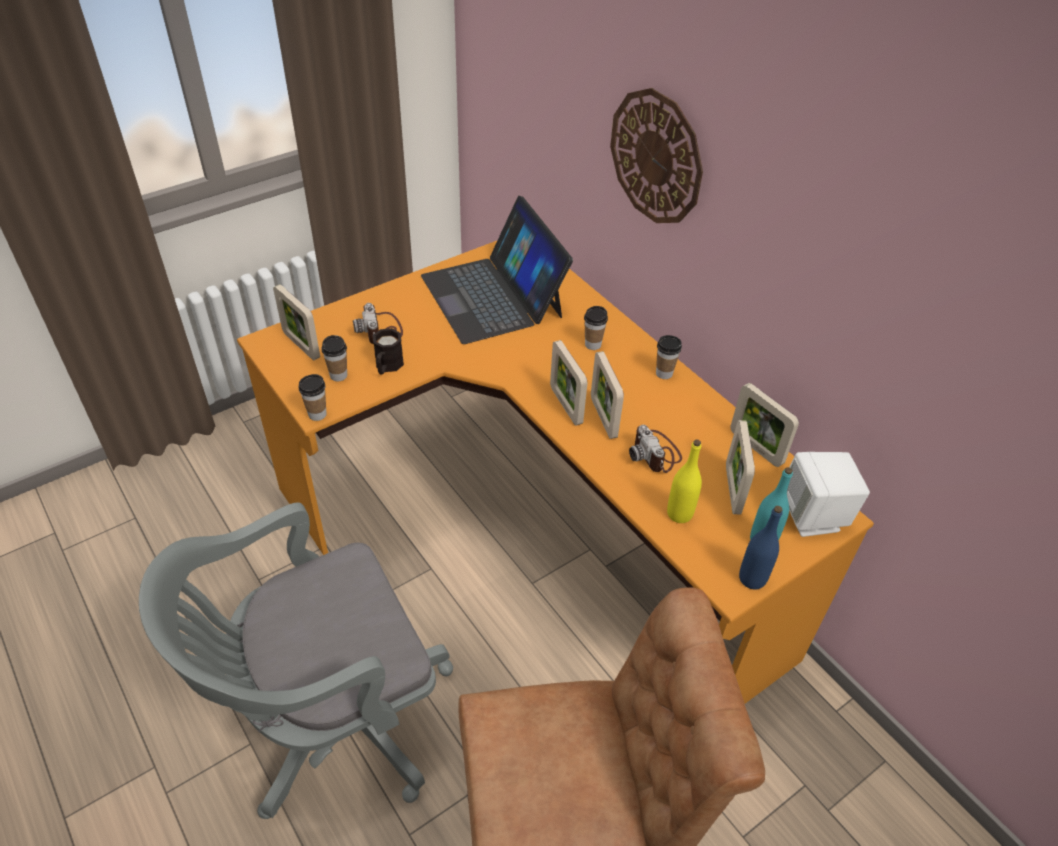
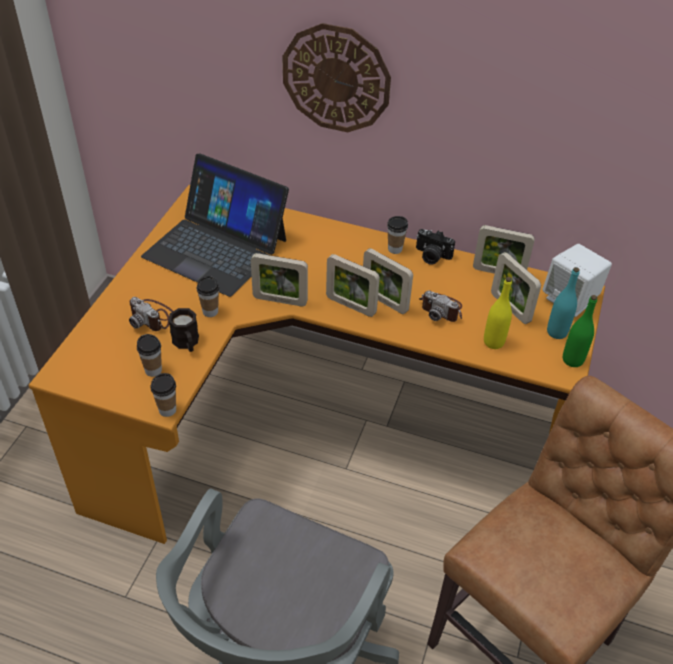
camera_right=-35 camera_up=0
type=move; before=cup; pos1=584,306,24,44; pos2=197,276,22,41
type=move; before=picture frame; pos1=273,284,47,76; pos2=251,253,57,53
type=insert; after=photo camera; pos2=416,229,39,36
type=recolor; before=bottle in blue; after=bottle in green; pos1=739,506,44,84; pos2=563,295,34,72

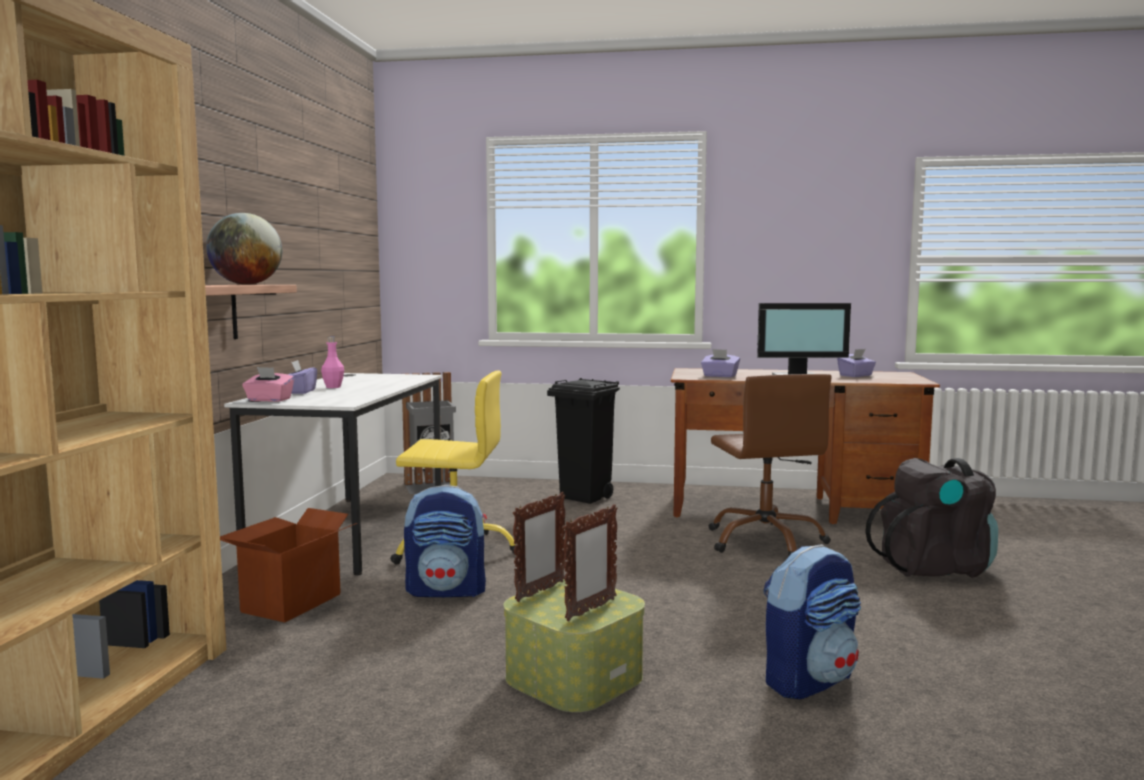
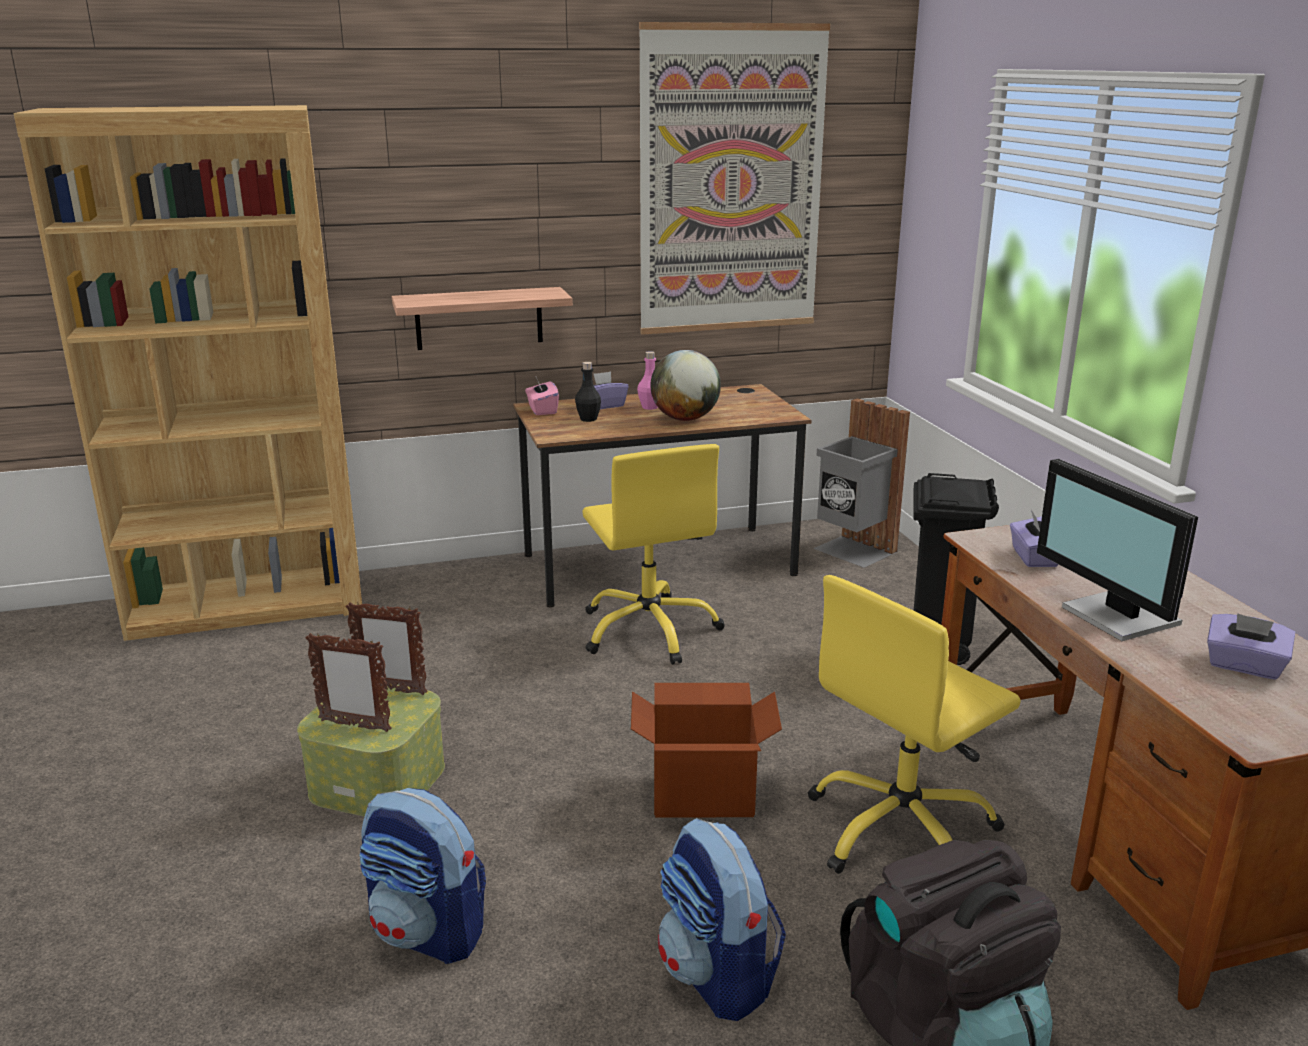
camera_right=65 camera_up=15
type=recolor; before=desk in white; after=desk in brown; pos1=224,373,219,202; pos2=513,384,299,223
type=insert; after=bottle in black; pos2=575,362,26,60
type=move; before=cardboard box; pos1=220,508,137,114; pos2=631,683,151,134
type=insert; after=picture; pos2=639,22,191,313
type=move; before=globe; pos1=206,213,76,72; pos2=650,350,71,71
type=move; before=backpack; pos1=404,485,83,112; pos2=658,818,128,203
type=recolor; before=office chair in brown; after=office chair in yellow; pos1=709,374,122,183; pos2=808,575,213,299

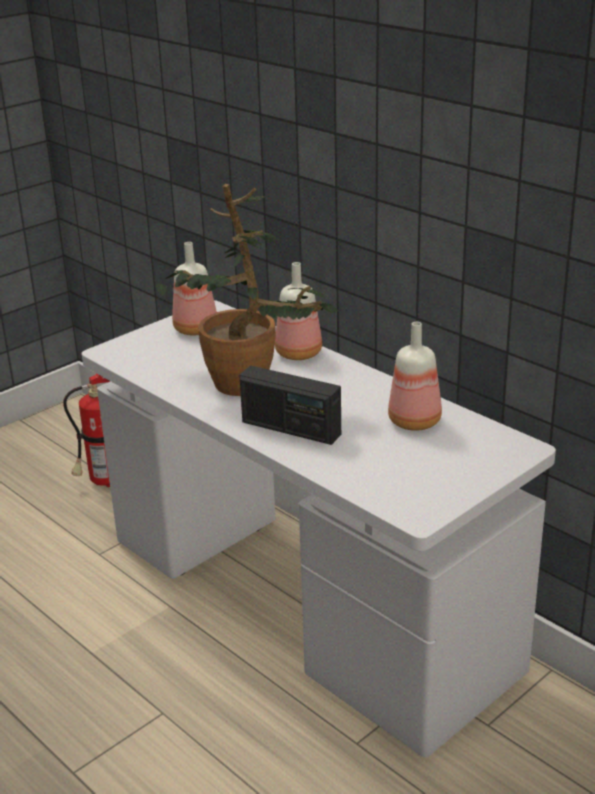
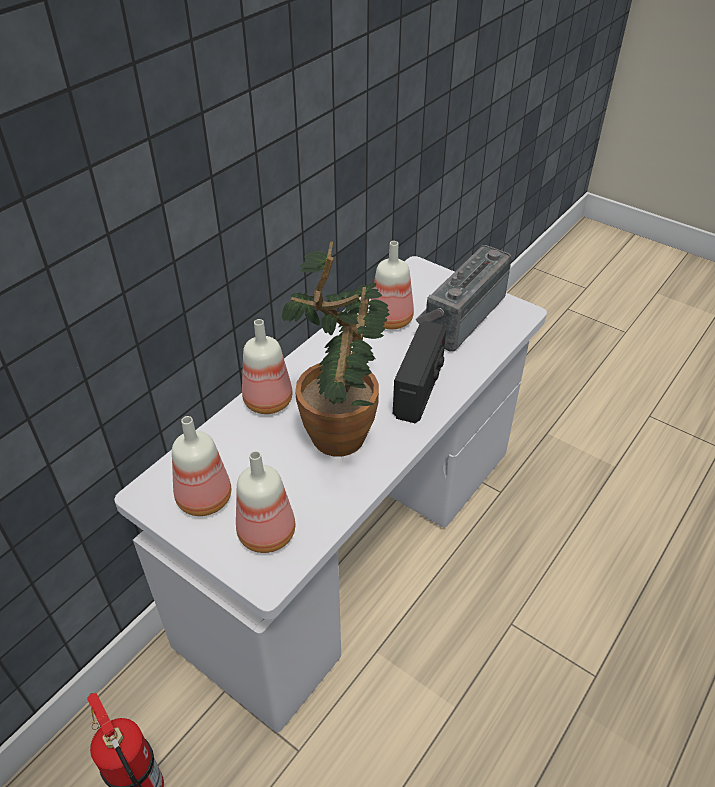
camera_right=-100 camera_up=15
type=insert; after=bottle; pos2=236,451,59,102
type=insert; after=radio; pos2=416,245,96,107

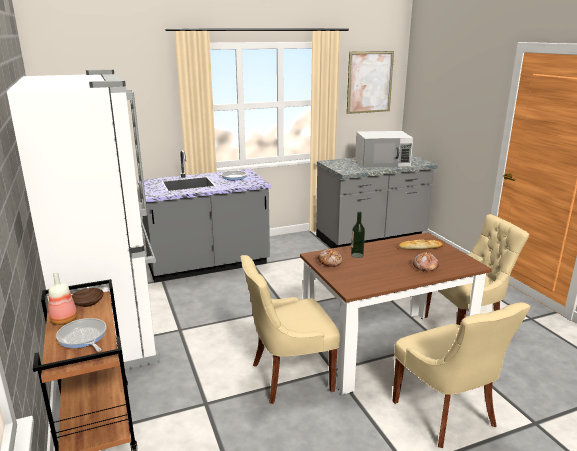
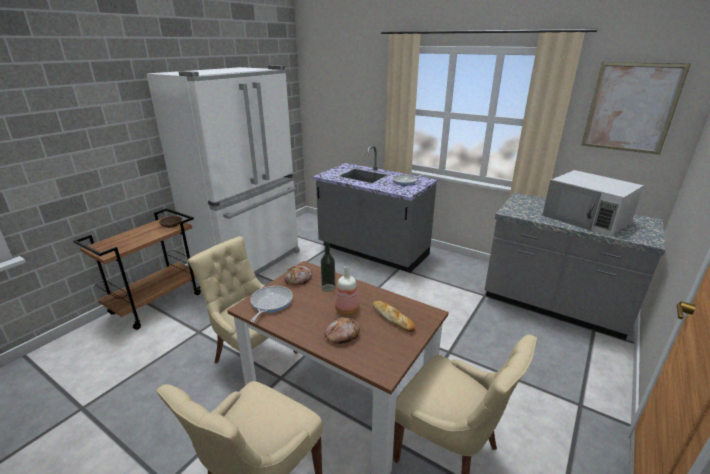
camera_right=55 camera_up=5
type=move; before=frying pan; pos1=56,318,51,34; pos2=250,286,43,36
type=move; before=bottle; pos1=48,272,29,53; pos2=335,266,25,49

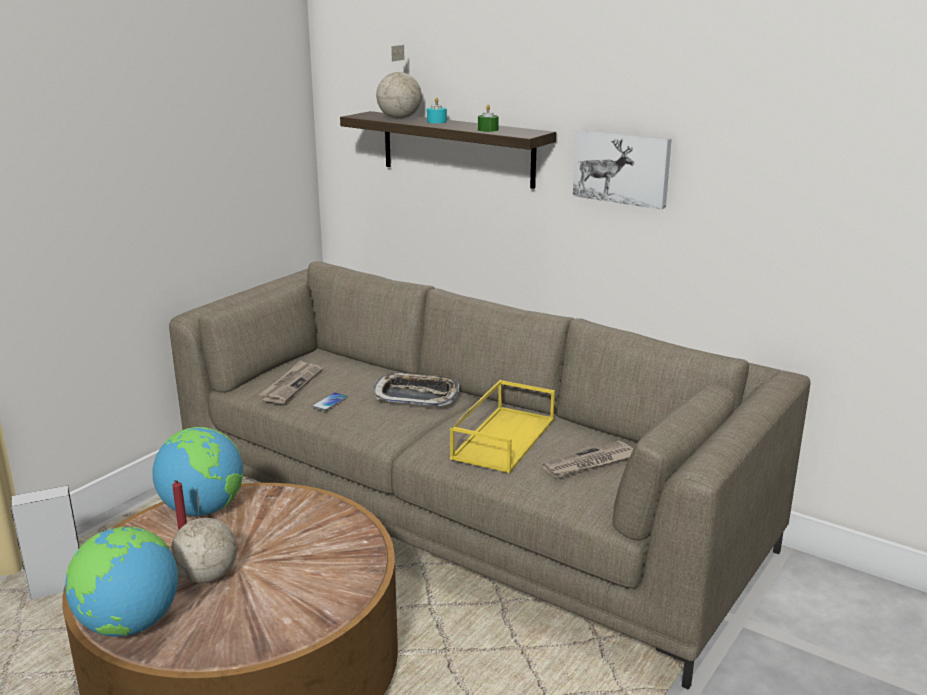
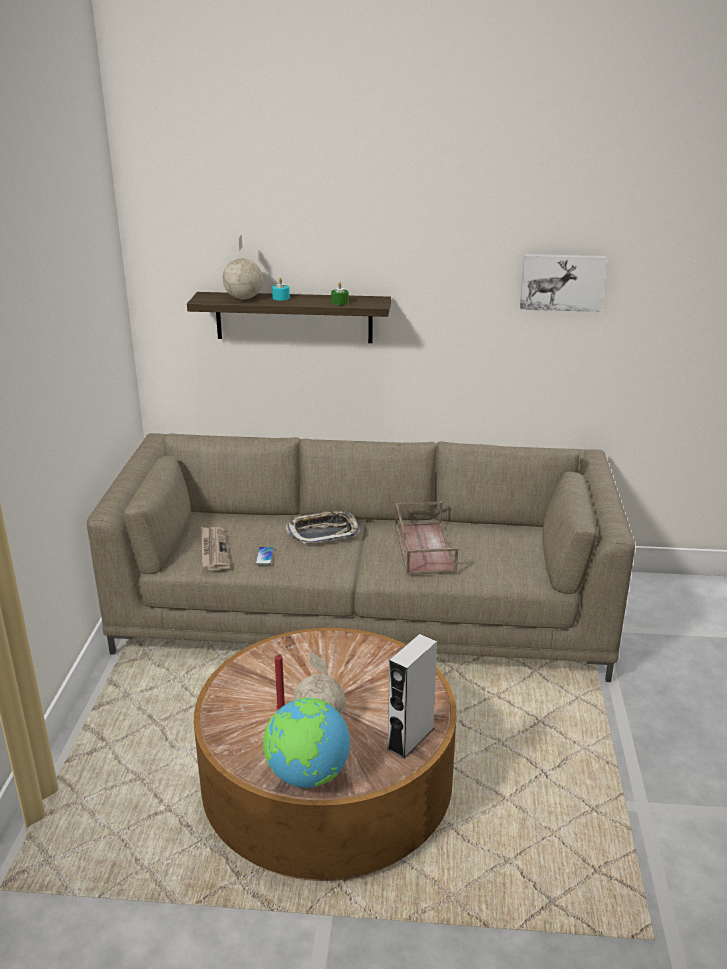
camera_right=-30 camera_up=5
type=move; before=speaker in grey; pos1=11,485,69,114; pos2=387,634,50,125
type=recolor; before=tray in yellow; after=tray in brown; pos1=450,380,105,93; pos2=395,501,63,74
type=move; before=picture; pos1=573,129,99,80; pos2=520,254,87,58
type=delete; before=globe; pos1=152,427,91,89
type=delete; before=newspaper; pos1=542,440,91,39

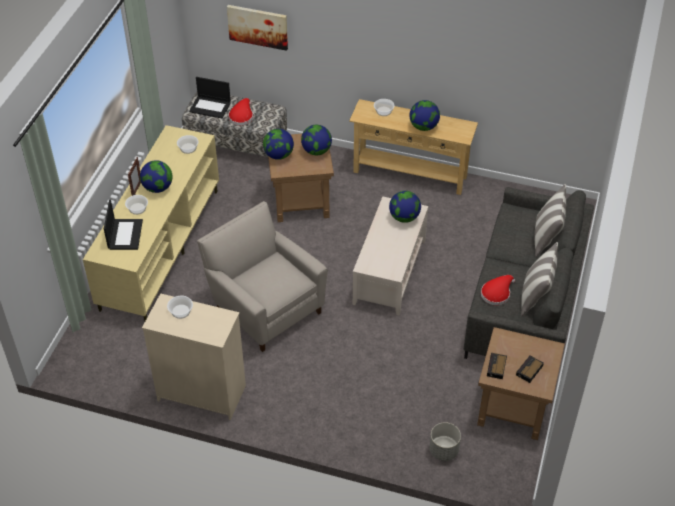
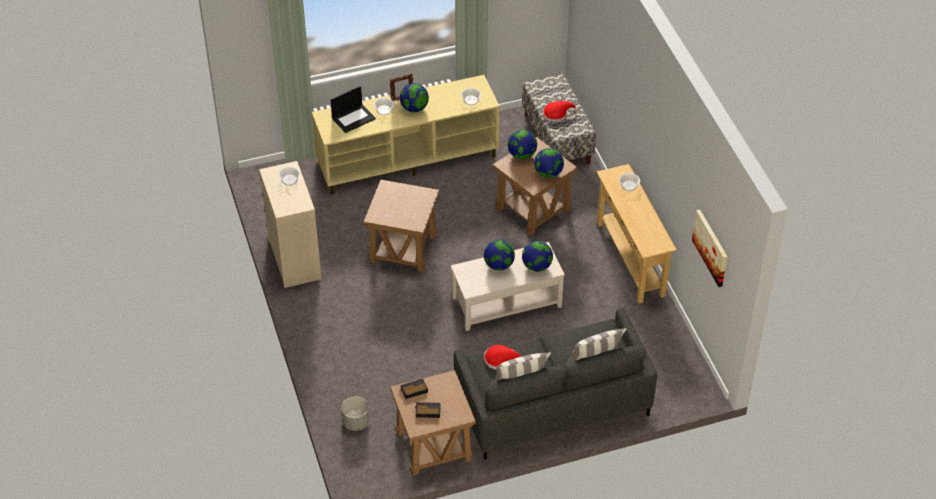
camera_right=55 camera_up=0
type=replace; before=armchair in beige; after=side table in brown; pos1=197,201,131,151; pos2=364,180,75,92
type=move; before=globe; pos1=410,100,30,31; pos2=484,240,31,31
type=move; before=picture; pos1=227,5,61,46; pos2=692,210,36,77
type=delete; before=laptop; pos1=189,77,42,41

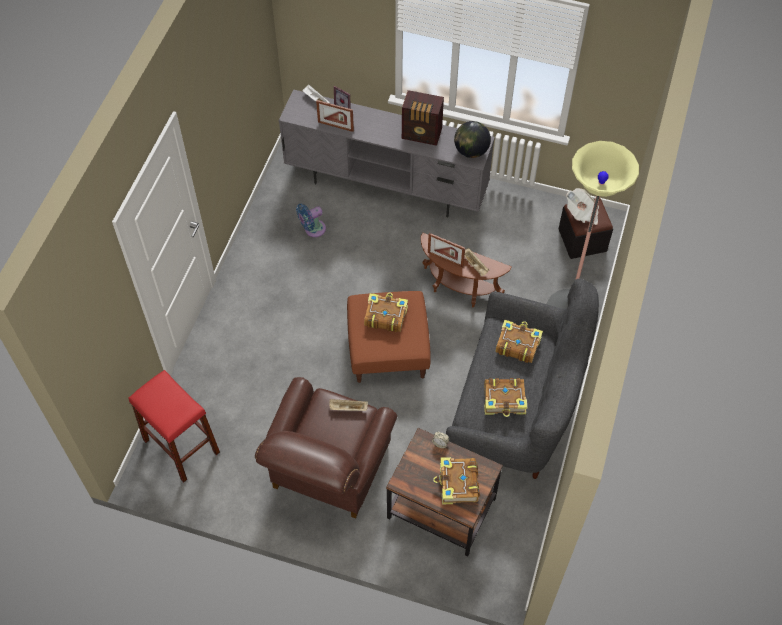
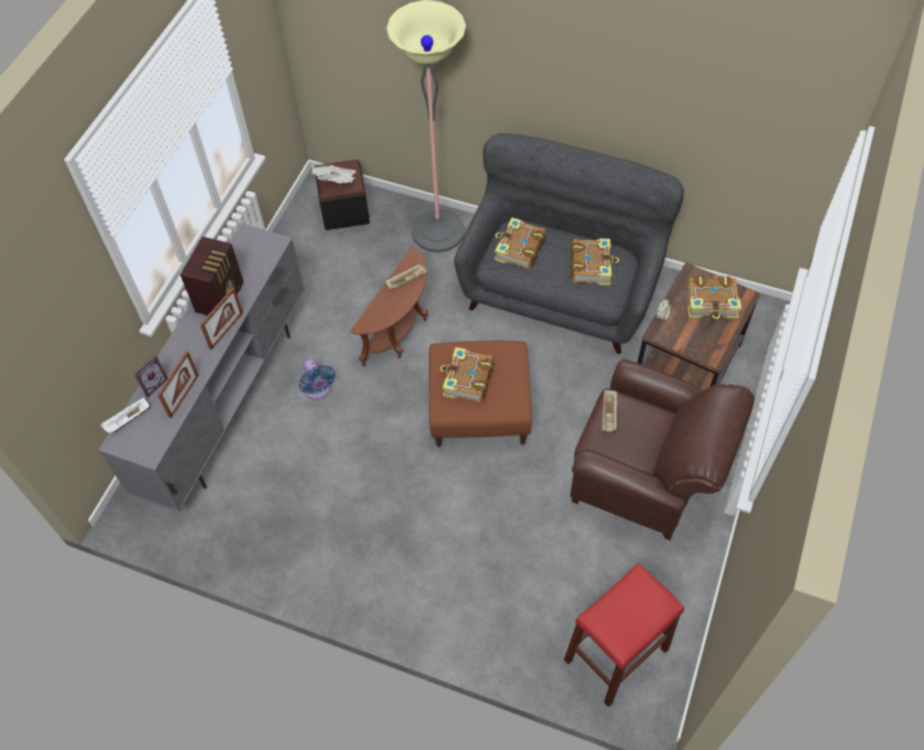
camera_right=-85 camera_up=0
type=move; before=picture frame; pos1=428,233,37,35; pos2=200,287,43,63
type=move; before=fan in blue; pos1=296,204,30,33; pos2=299,359,37,41
type=delete; before=globe; pos1=454,121,37,37

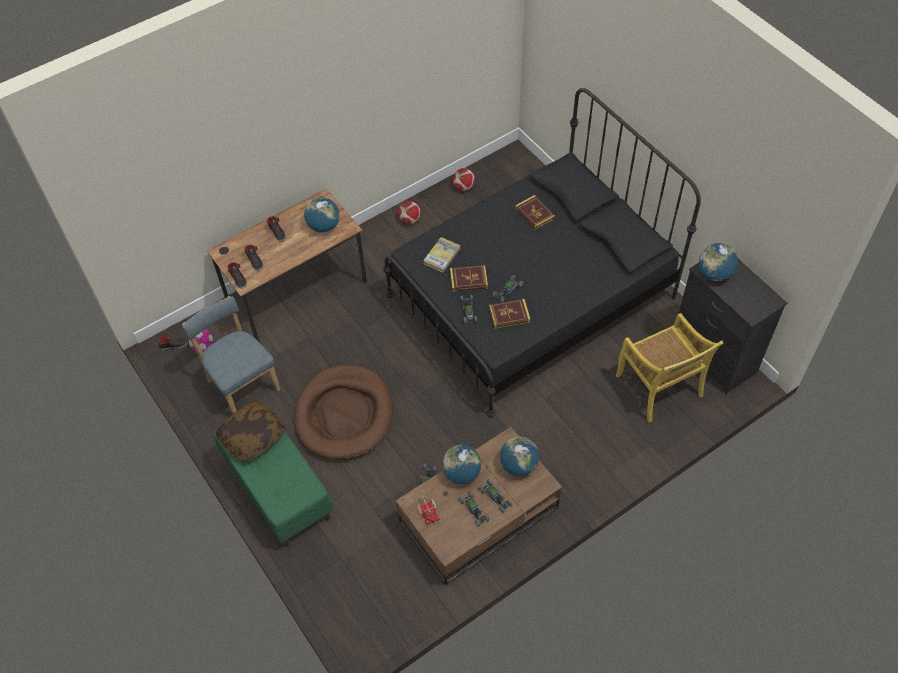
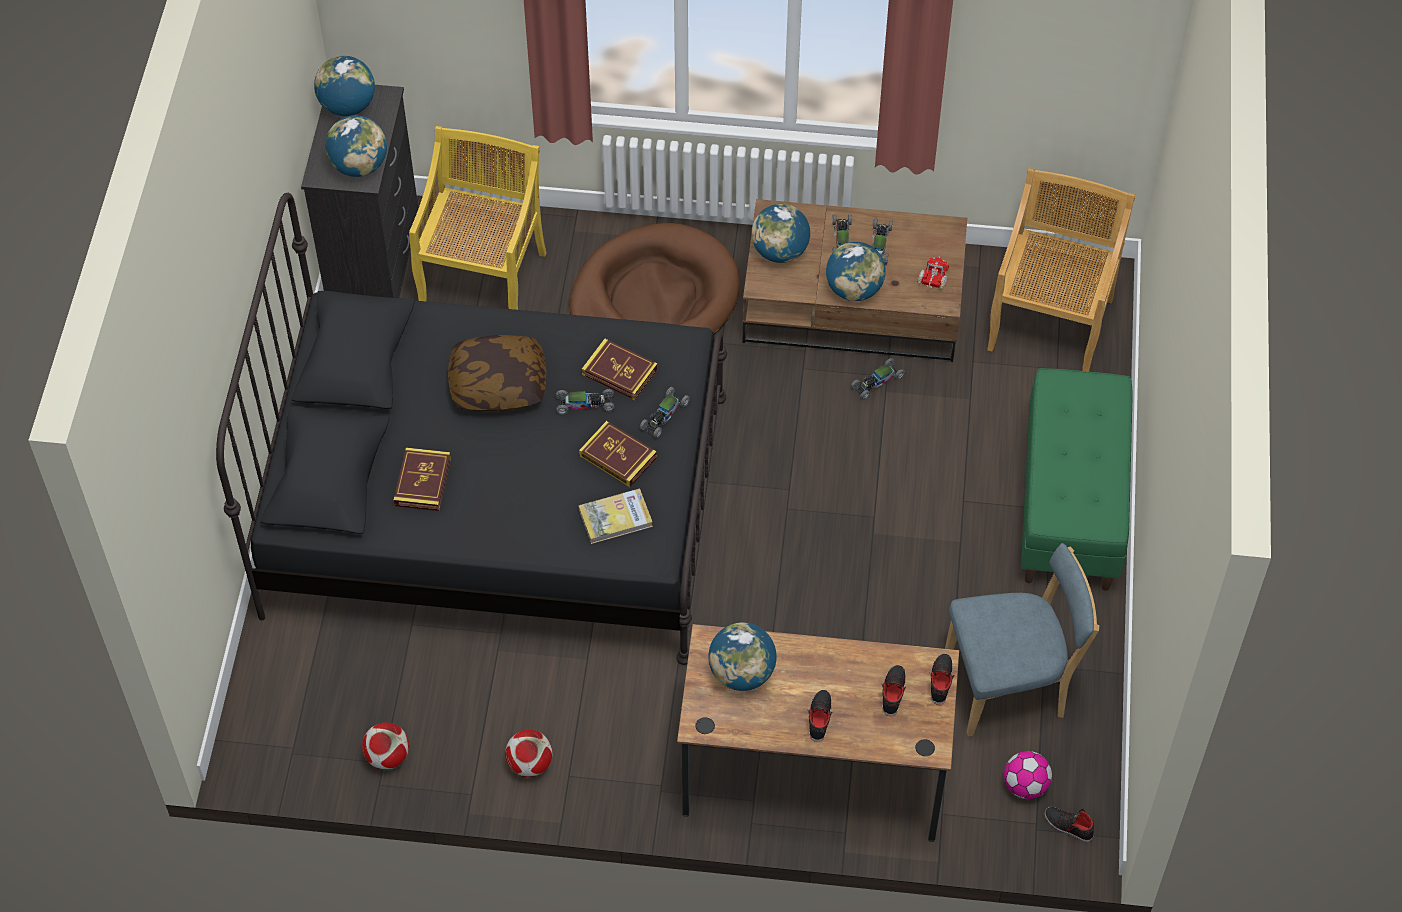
camera_right=-140 camera_up=0
type=insert; after=globe; pos2=314,56,61,60
type=move; before=pillow; pos1=215,401,71,61; pos2=448,335,98,76
type=move; before=dog bed in brown; pos1=295,365,98,95; pos2=570,223,170,112
type=rotate; before=chair in blue; pos1=182,296,99,118; pos2=945,543,154,193; turn=-105
type=insert; after=chair in beige; pos2=987,168,148,204

